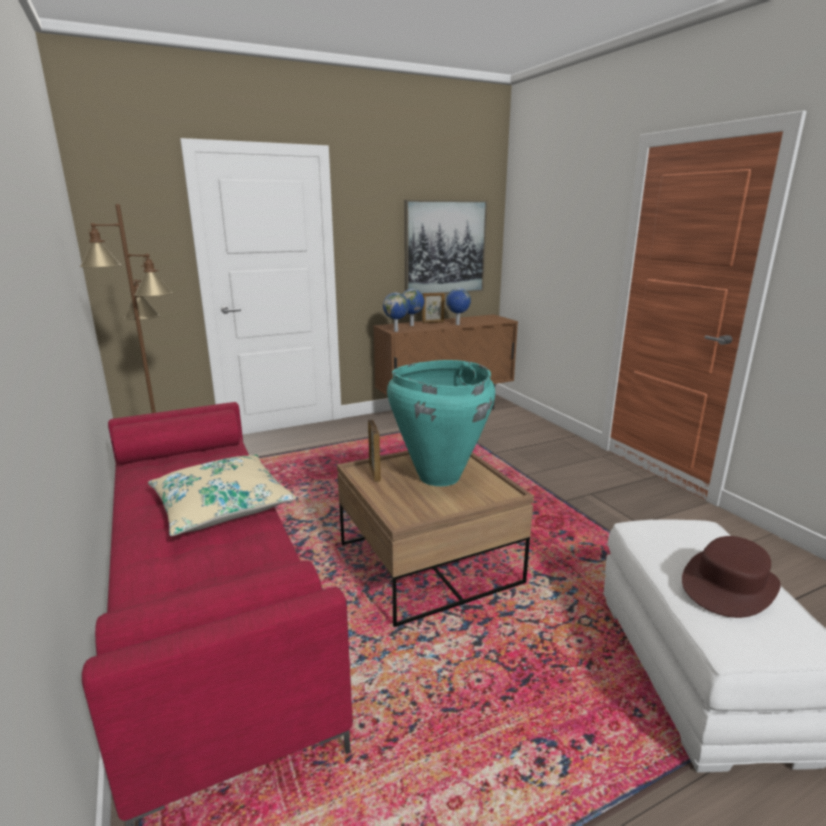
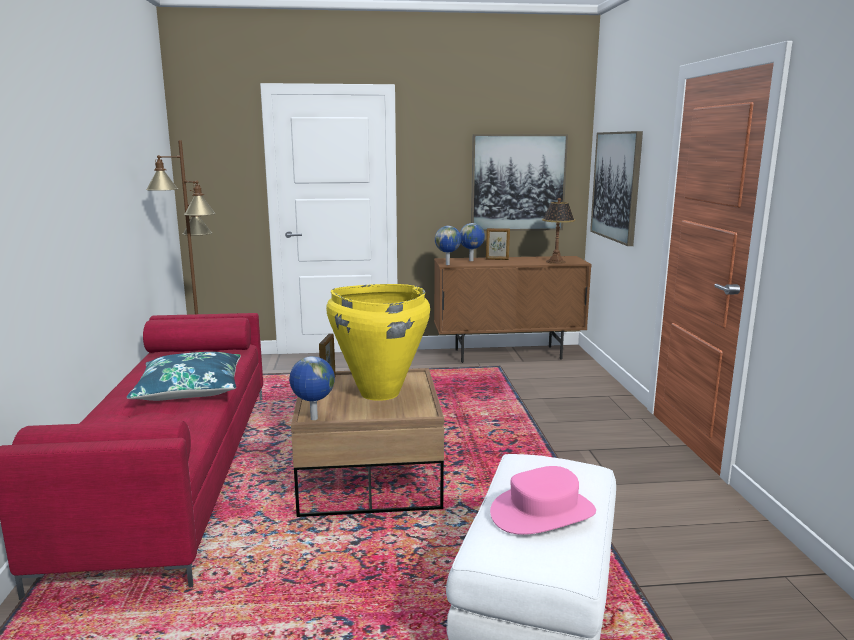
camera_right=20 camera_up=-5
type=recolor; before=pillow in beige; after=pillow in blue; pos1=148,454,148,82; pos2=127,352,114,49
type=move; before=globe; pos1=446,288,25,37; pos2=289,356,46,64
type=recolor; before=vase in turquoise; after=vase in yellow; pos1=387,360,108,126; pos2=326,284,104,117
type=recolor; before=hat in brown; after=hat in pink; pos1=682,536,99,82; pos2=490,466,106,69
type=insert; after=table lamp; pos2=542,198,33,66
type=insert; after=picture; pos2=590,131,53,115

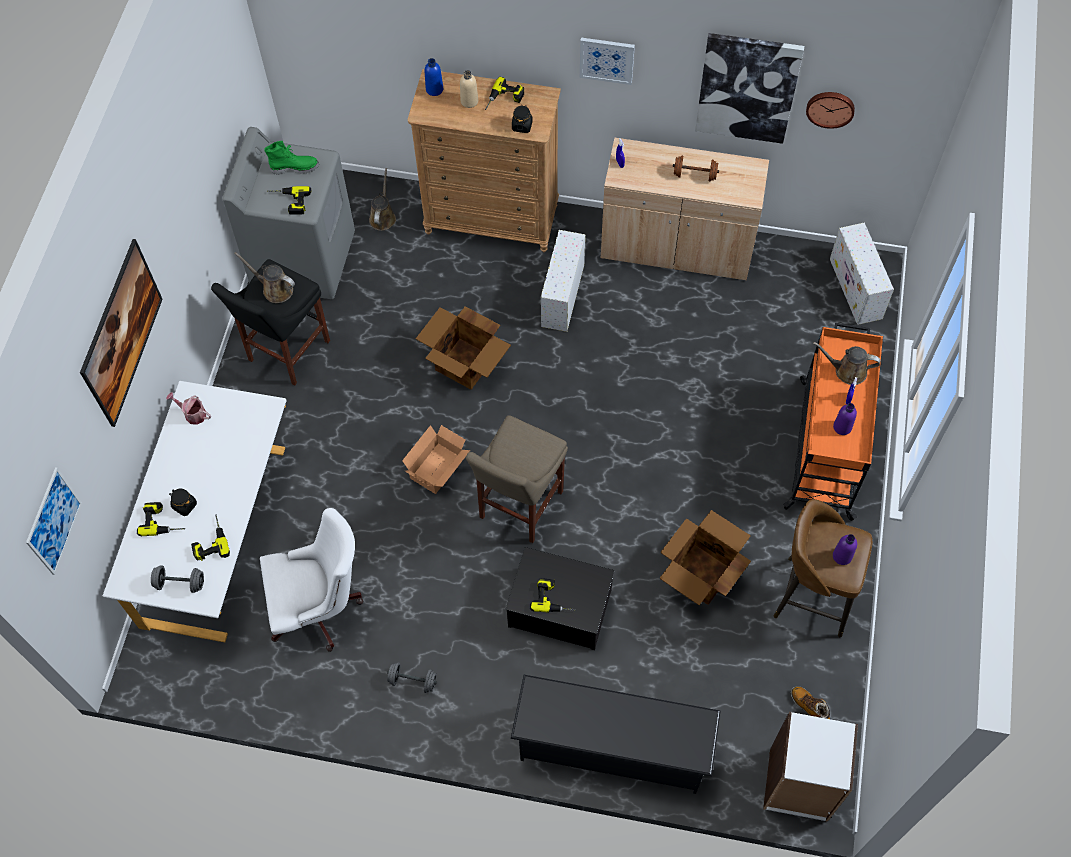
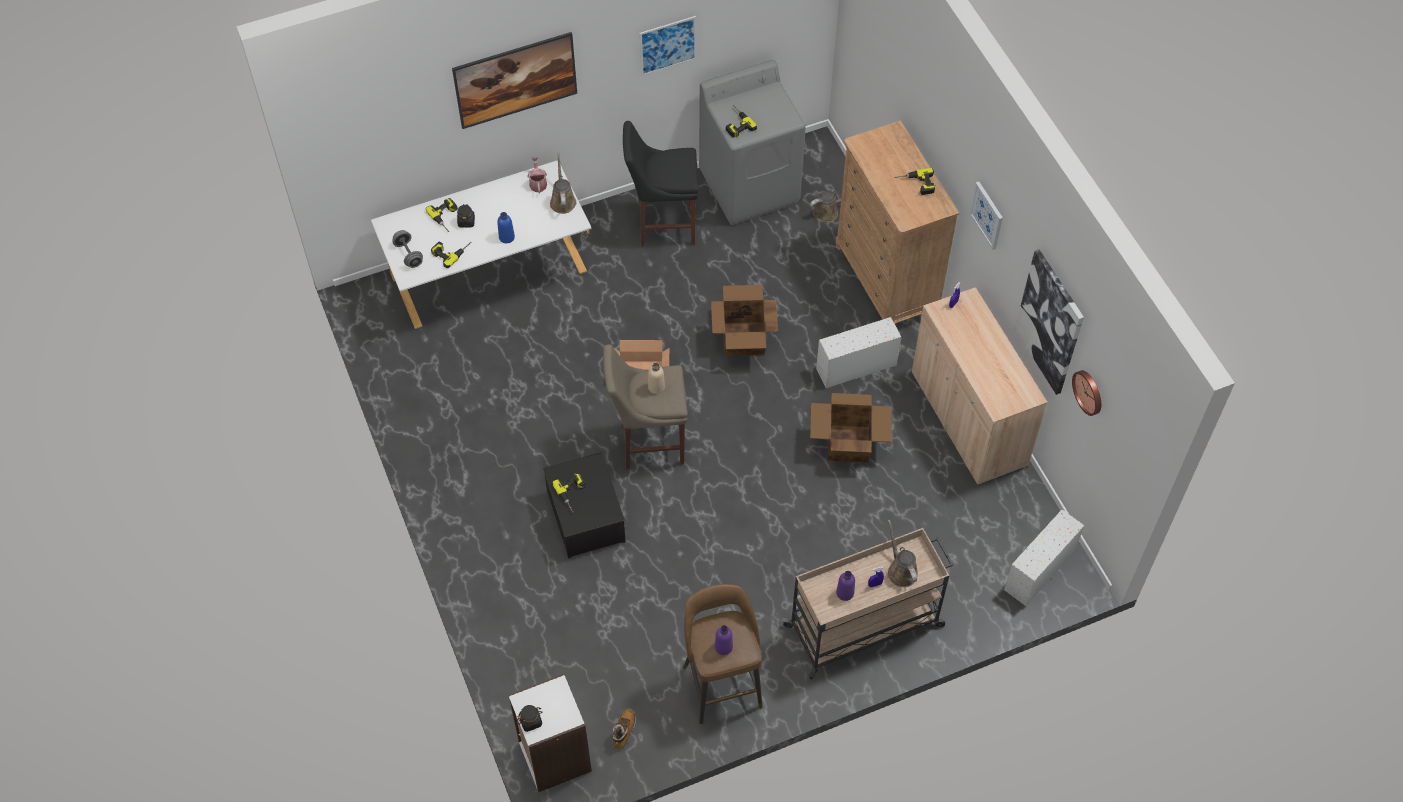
camera_right=55 camera_up=-5
type=move; before=bottle in blue; pos1=425,58,18,38; pos2=497,212,18,31
type=move; before=jar in black; pos1=512,105,21,28; pos2=517,705,26,27
type=move; before=watering can in brown; pos1=234,252,61,51; pos2=550,153,26,61
type=move; before=picture; pos1=26,467,56,108; pos2=639,16,57,60
type=move; before=bottle in beige; pos1=460,70,18,38; pos2=648,363,17,31
type=recolor; before=cart in orange; after=cart in beige; pos1=783,323,100,198; pos2=782,528,172,151
type=move; before=cardboard box; pos1=659,510,92,95; pos2=810,393,82,70
type=delete; before=office chair in white; pos1=260,508,103,144
type=delete; before=boot in green; pos1=264,141,55,34
type=delete; before=dumbbell in grey; pos1=387,662,50,31
type=delete; before=shoe rack in black; pos1=511,675,209,119
type=delete; before=dumbbell in brown; pos1=673,156,46,26

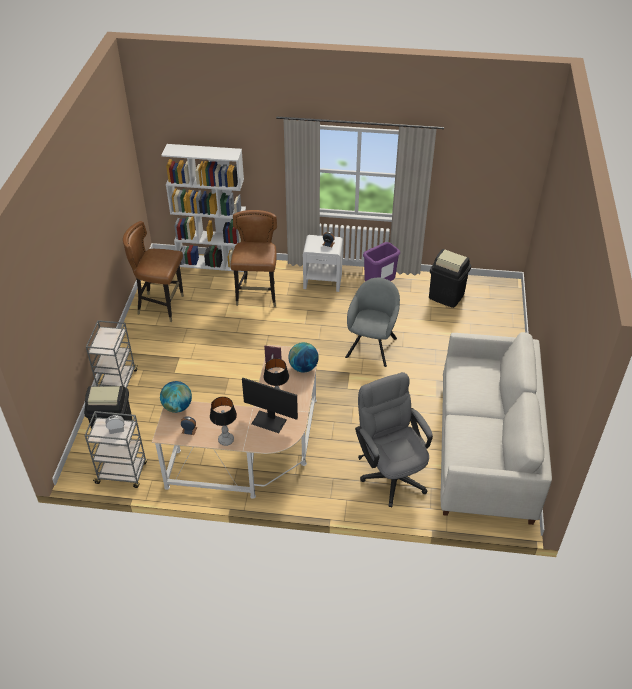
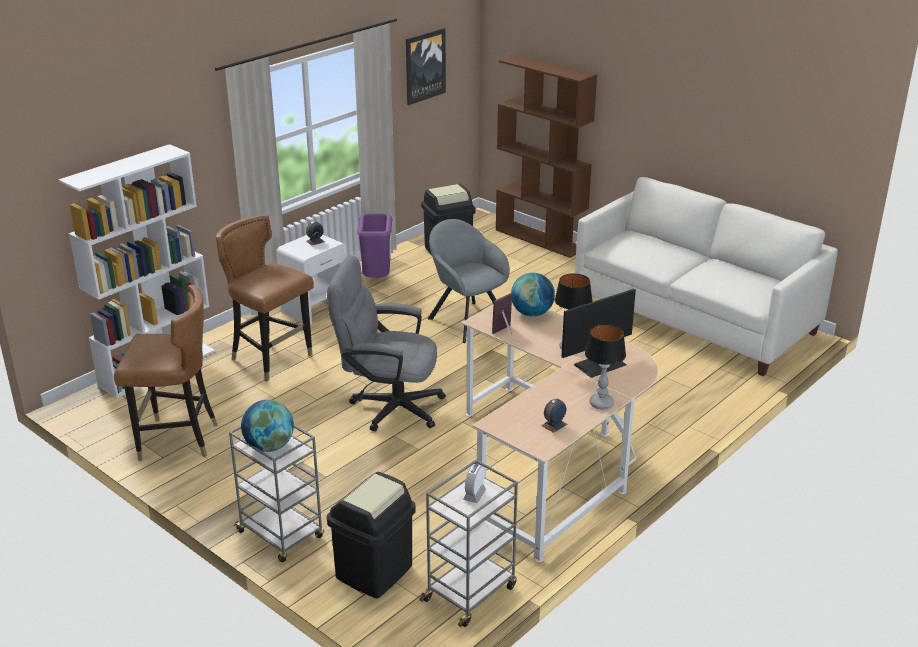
camera_right=-55 camera_up=-15
type=rotate; before=chair in brown; pos1=123,221,61,101; pos2=114,284,104,177; turn=-135
type=move; before=globe; pos1=160,381,32,32; pos2=241,400,53,52
type=move; before=office chair in grey; pos1=355,372,78,135; pos2=327,255,119,176
type=insert; after=picture; pos2=406,28,40,77
type=insert; after=bookcase in brown; pos2=496,54,101,204

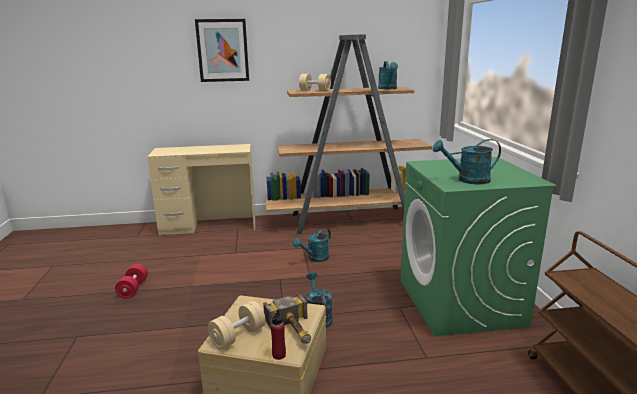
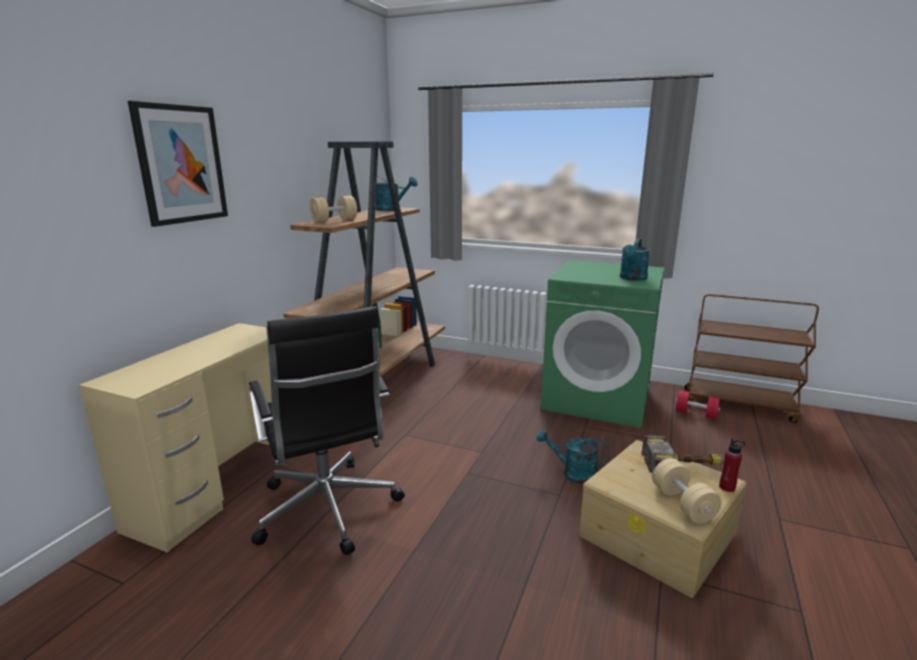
camera_right=-60 camera_up=0
type=insert; after=office chair in black; pos2=249,306,156,249
type=move; before=dumbbell in red; pos1=115,264,33,35; pos2=676,390,44,30
type=delete; before=watering can in turquoise; pos1=293,228,38,34

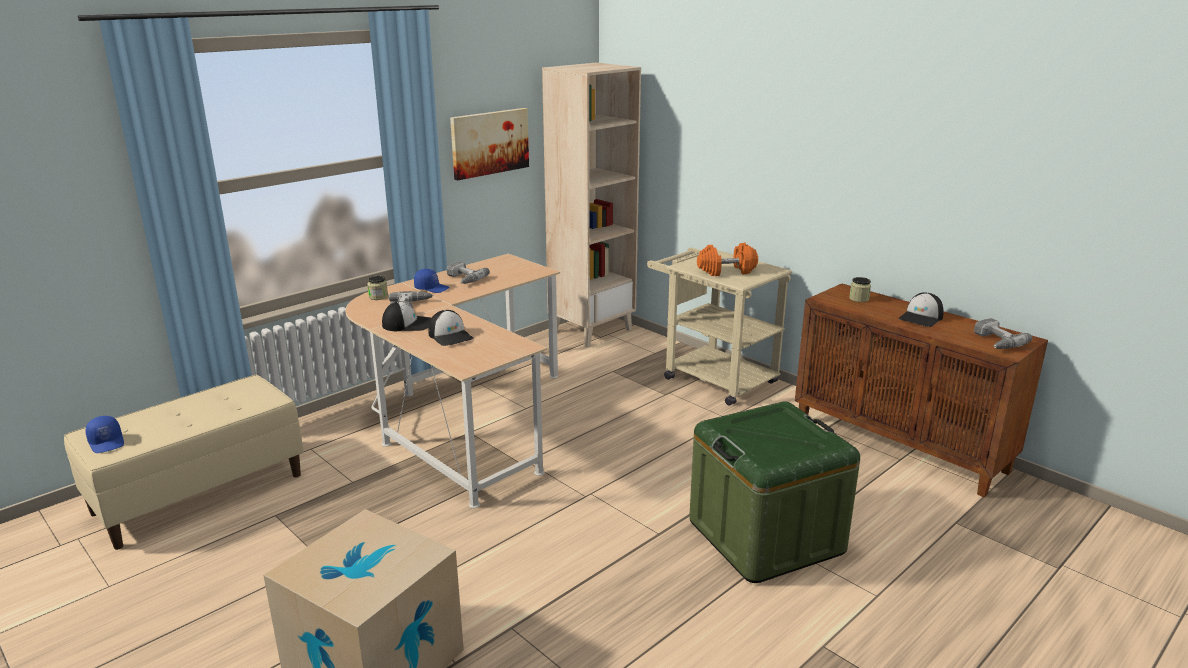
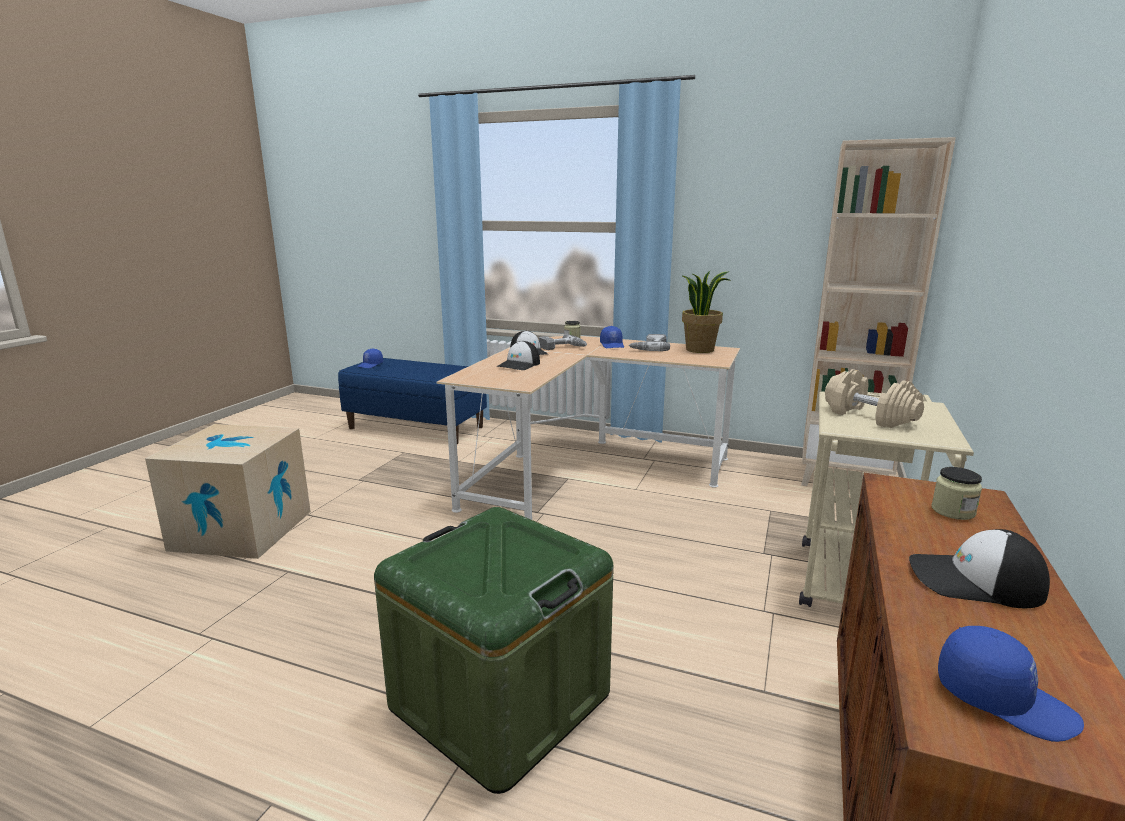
camera_right=65 camera_up=-5
type=recolor; before=bench in beige; after=bench in blue; pos1=64,375,240,175; pos2=338,358,149,86
type=insert; after=potted plant; pos2=681,271,48,82
type=recolor; before=dumbbell in orange; after=dumbbell in beige; pos1=697,243,61,33; pos2=825,369,99,59
type=replace; before=power drill; after=cap in blue; pos1=974,318,58,31; pos2=938,626,146,116
type=delete; before=picture; pos1=450,108,79,73

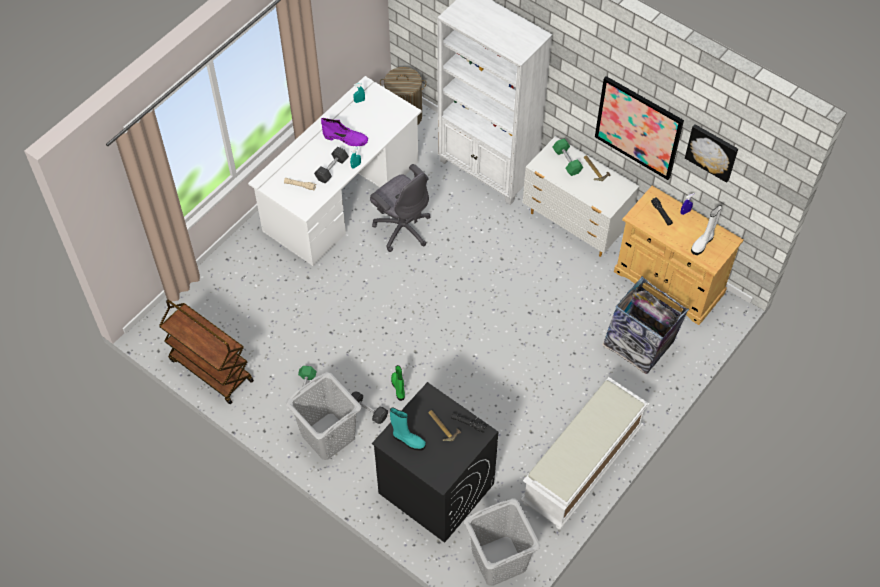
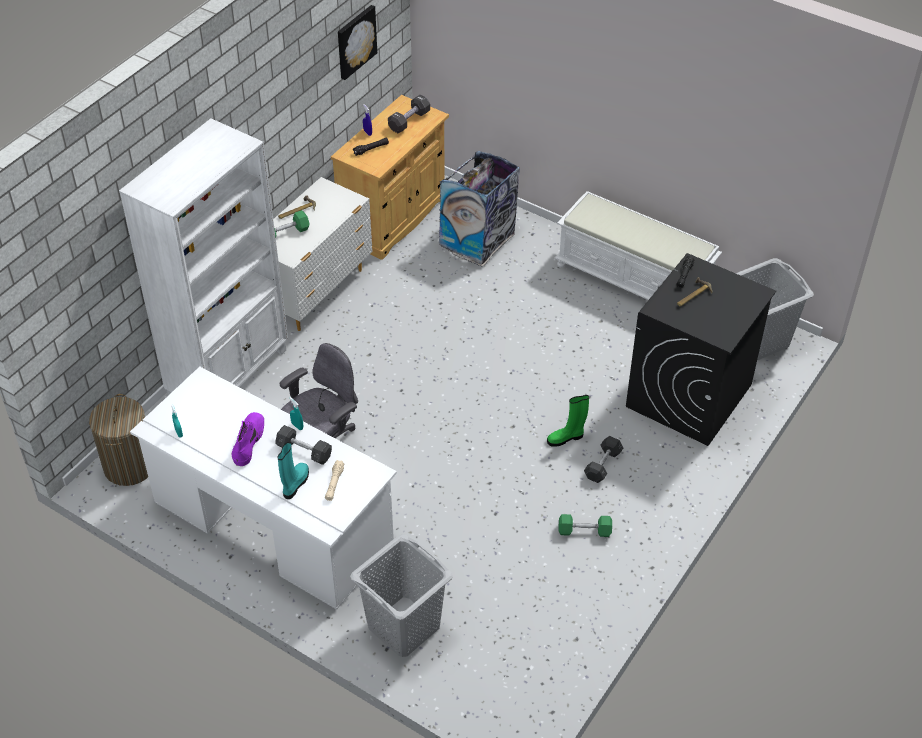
camera_right=-95 camera_up=-10
type=move; before=boot in turquoise; pos1=390,407,36,44; pos2=277,442,32,57
type=move; before=laundry basket in grey; pos1=286,372,75,88; pos2=350,534,103,123
type=replace; before=boot in white; after=dumbbell in black; pos1=691,205,31,50; pos2=388,95,42,38
type=delete; before=cart in brown; pos1=159,300,95,104
type=delete; before=picture; pos1=595,76,89,104

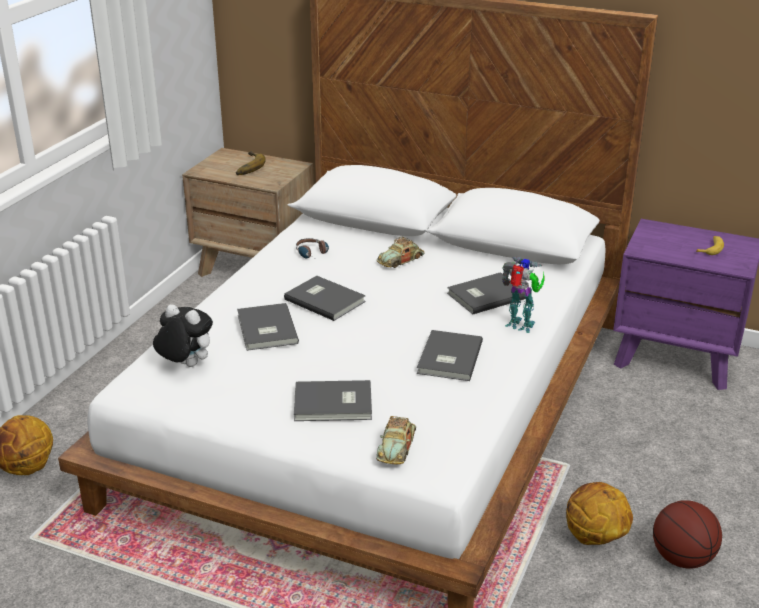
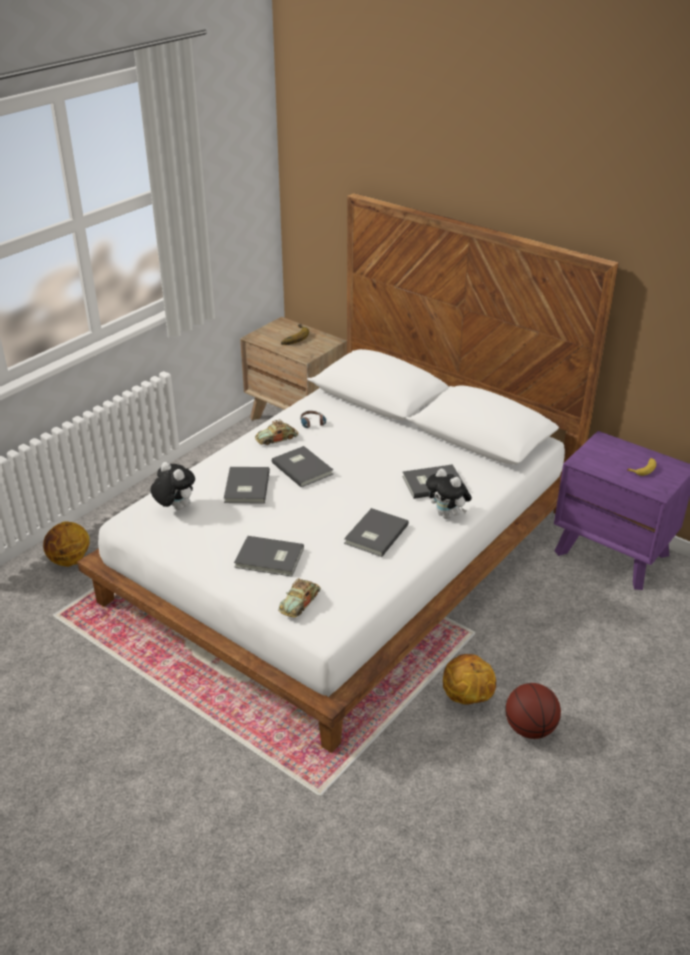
camera_right=15 camera_up=5
type=move; before=toy car; pos1=377,237,48,31; pos2=255,420,43,25
type=replace; before=toy robot; after=plush toy; pos1=502,257,43,76; pos2=426,468,46,51

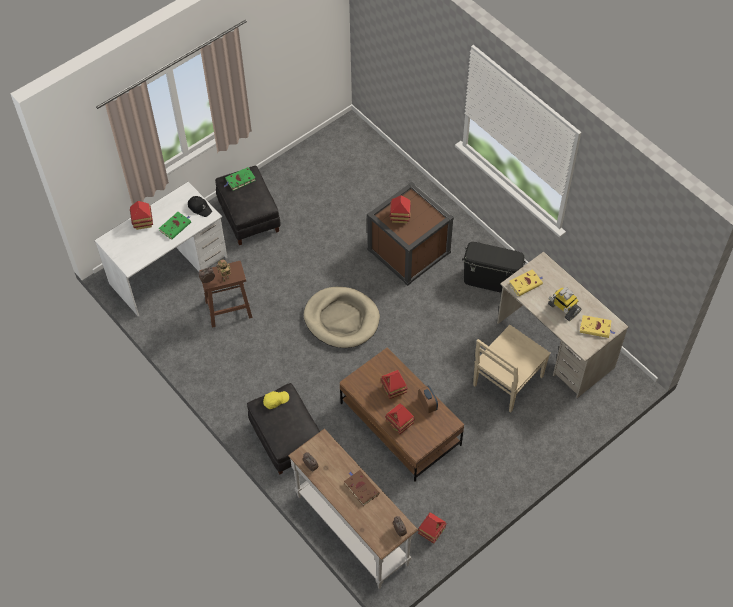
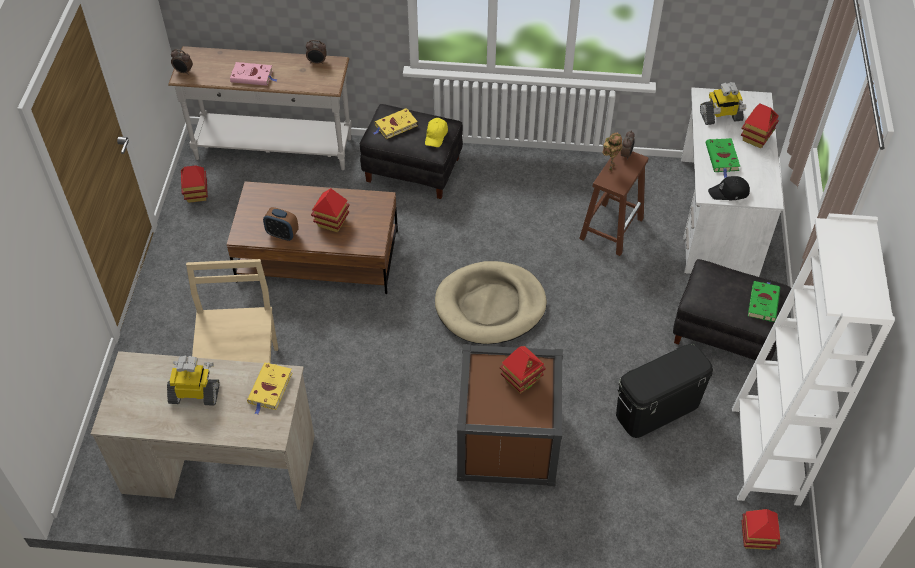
camera_right=135 camera_up=-5
type=recolor; before=book in brown; after=book in pink; pos1=344,470,36,36; pos2=230,62,48,24
type=move; before=book in yellow; pos1=580,315,35,23; pos2=373,108,45,31
type=move; before=storage box in black; pos1=462,242,64,51; pos2=616,344,97,94
type=insert; after=toy robot; pos2=700,82,46,43
type=insert; after=bookcase in white; pos2=732,213,163,293
type=move; before=toy house; pos1=385,403,30,31; pos2=742,509,39,41

